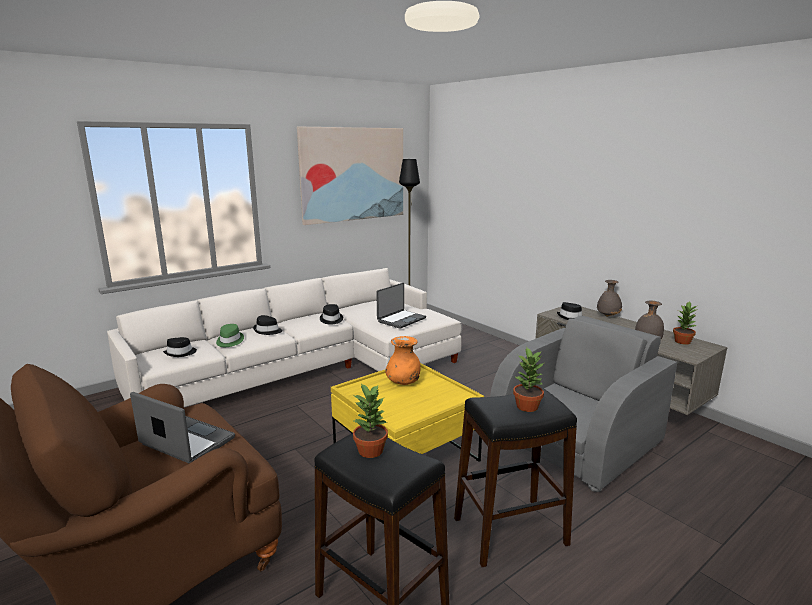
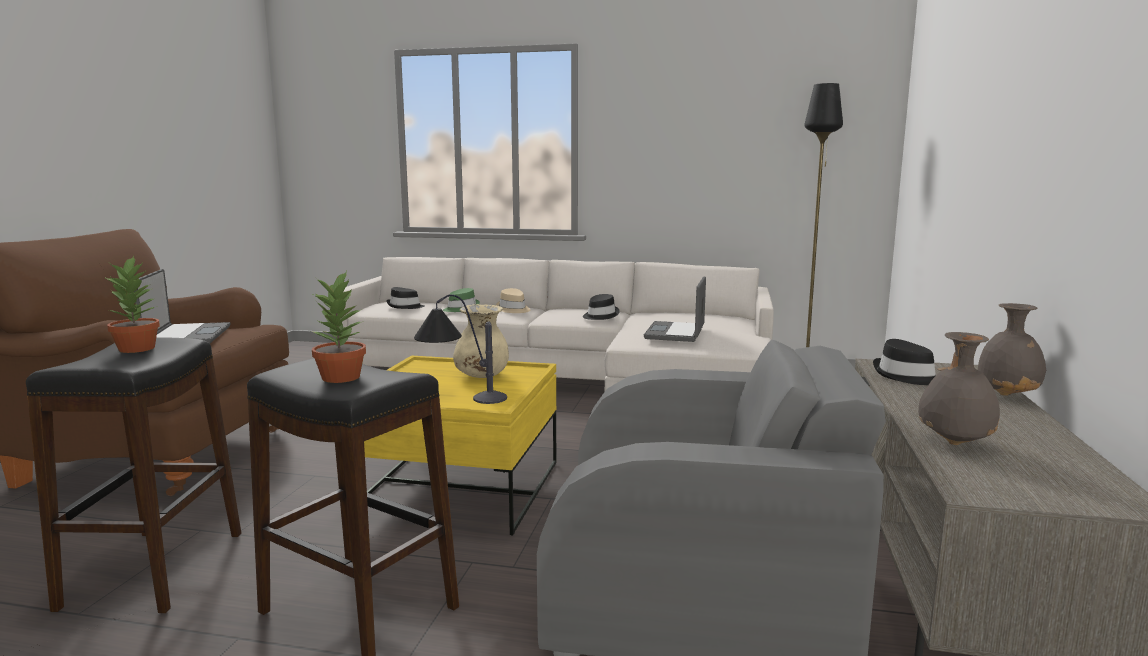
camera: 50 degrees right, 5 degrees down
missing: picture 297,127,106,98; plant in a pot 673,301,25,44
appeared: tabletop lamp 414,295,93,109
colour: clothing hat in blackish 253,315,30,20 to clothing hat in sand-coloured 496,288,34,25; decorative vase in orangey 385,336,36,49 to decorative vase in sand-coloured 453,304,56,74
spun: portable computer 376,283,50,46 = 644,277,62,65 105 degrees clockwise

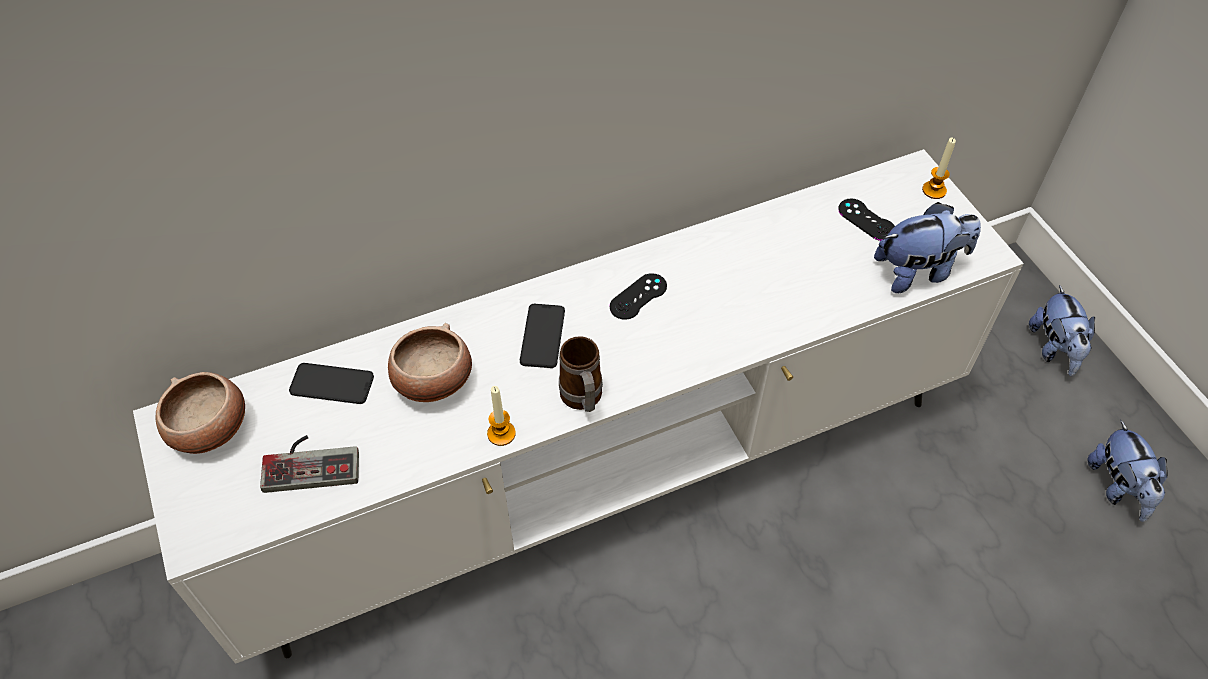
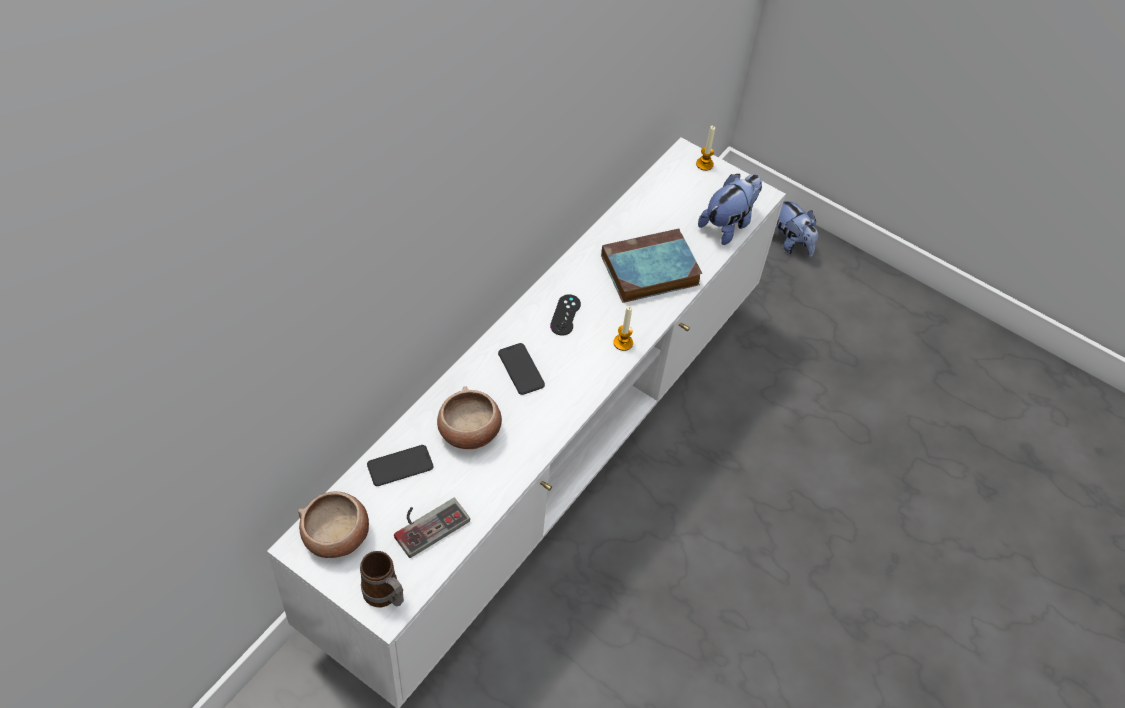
camera: 35 degrees left, 0 degrees up
missing: gamepad in blackish 838,199,57,42; cuddly toy 1087,420,81,102
appeared: book 601,229,101,74
relocated: candle 487,386,29,60 to 613,306,20,45; mug 559,336,44,76 to 360,551,44,56

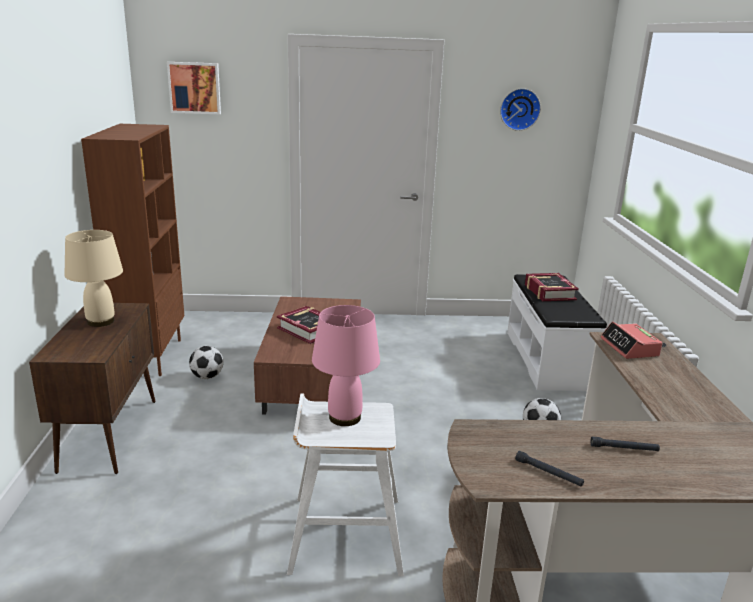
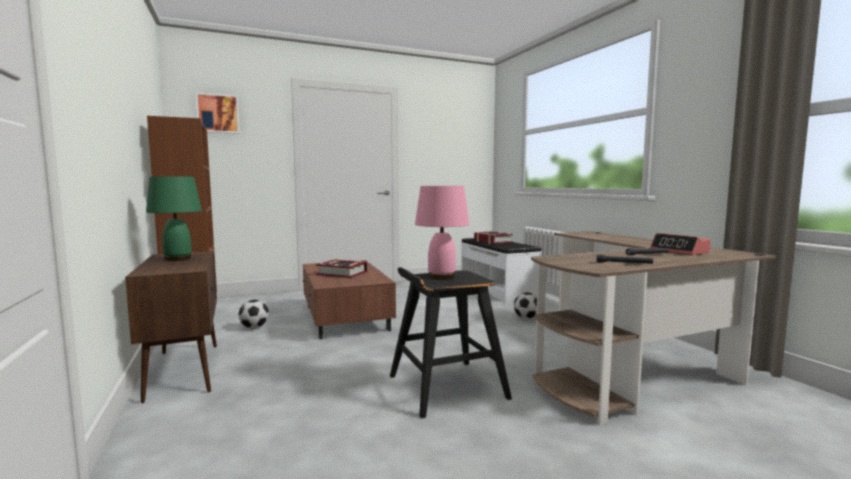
camera: 20 degrees left, 15 degrees down
missing: wall clock 500,88,41,43
relocated: table clock 601,322,62,37 to 650,233,61,22
colour: tabletop lamp in sand-coloured 64,230,59,97 to tabletop lamp in green-coloured 146,176,56,85; stool in white-coloured 287,393,117,183 to stool in blackish 390,267,122,151

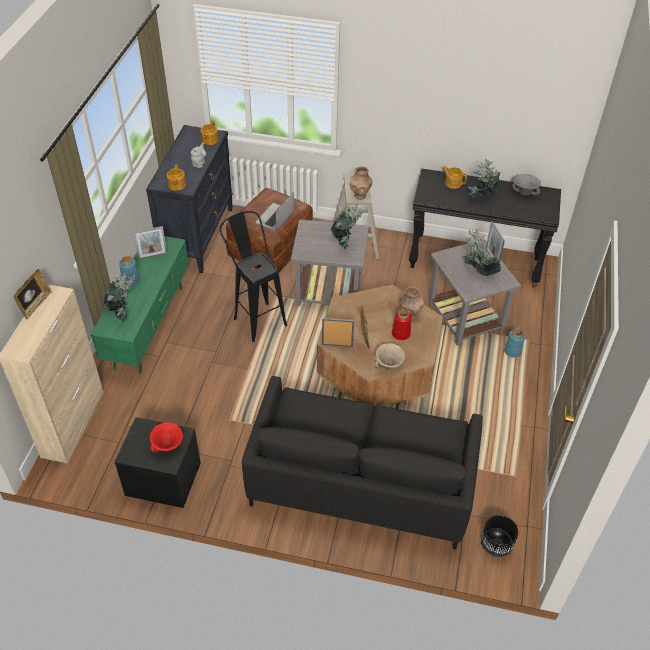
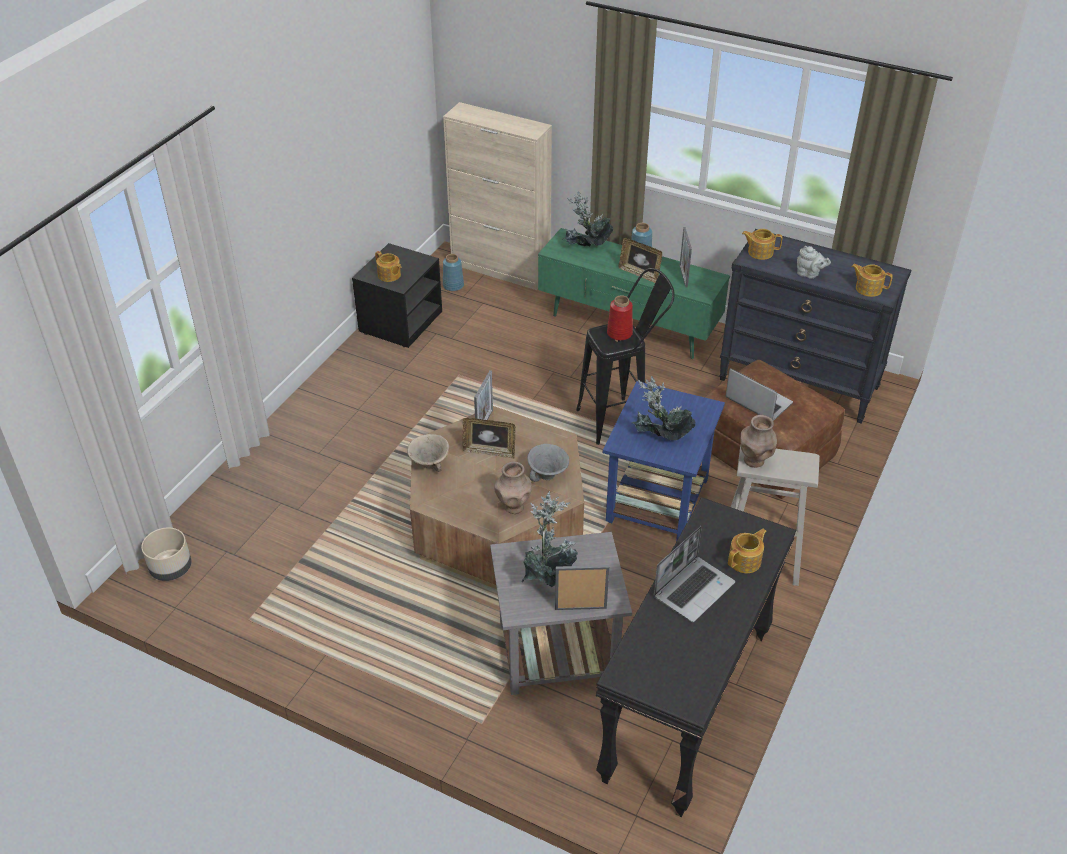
camera: 105 degrees right, 5 degrees down
missing: couch in blackish 242,376,241,174
relocated: photo frame 13,269,39,51 to 618,238,44,45; decorative vase in red-coloured 392,309,19,31 to 607,295,26,45; decorative vase in bluish 504,328,21,30 to 443,254,21,37; deep dish in grey 512,174,29,21 to 527,444,42,38
exchanged: deep dish in red-coloured 150,422,33,31 to teapot 375,251,26,31; plant in a pot 467,158,33,40 to portable computer 654,526,81,96
colour: end table in grey 291,219,78,87 to end table in bluish 603,381,122,160; flower pot in blackish 481,515,37,42 to flower pot in sand-coloured 141,527,51,54

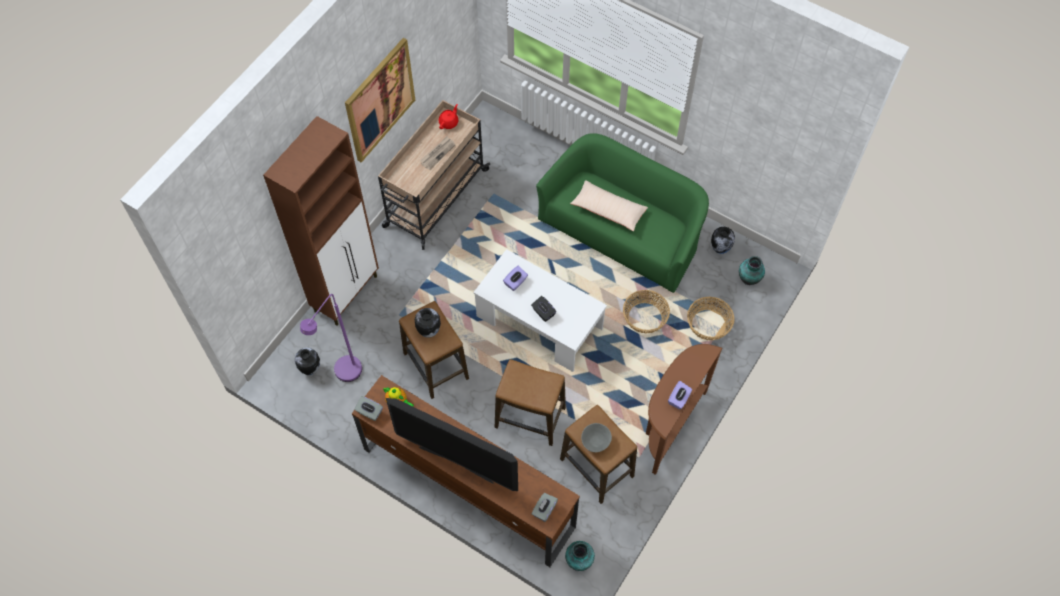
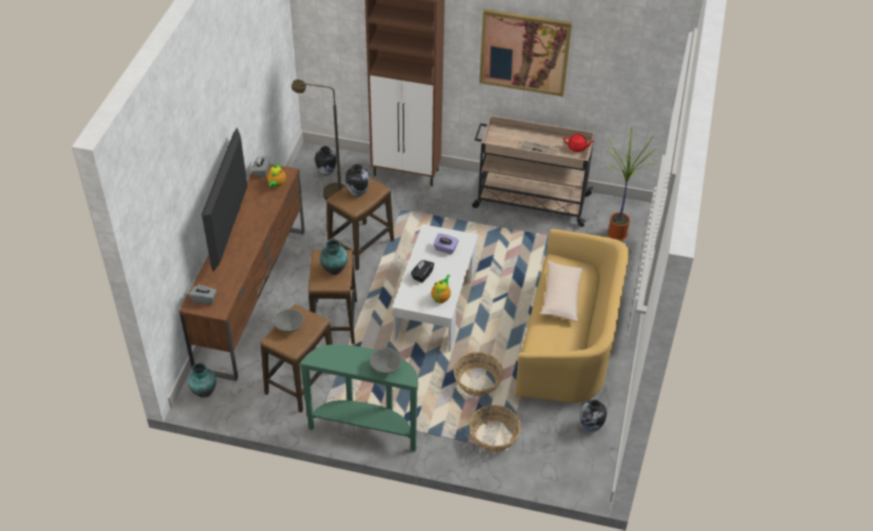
camera: 70 degrees right, 15 degrees down
missing: tissue holder in purple 668,381,24,29
appeared: deep dish in grey 370,348,31,26; teapot 431,274,20,29; plant in a pot 605,128,52,113
relocated: decorative vase 739,256,26,29 to 320,239,28,36
colour: standing lamp in purple 300,294,62,88 to standing lamp in brown 291,80,54,120; couch in green-coloured 536,133,173,160 to couch in yellow 515,229,114,175; hall table in brown 646,344,77,131 to hall table in green-coloured 299,344,119,108

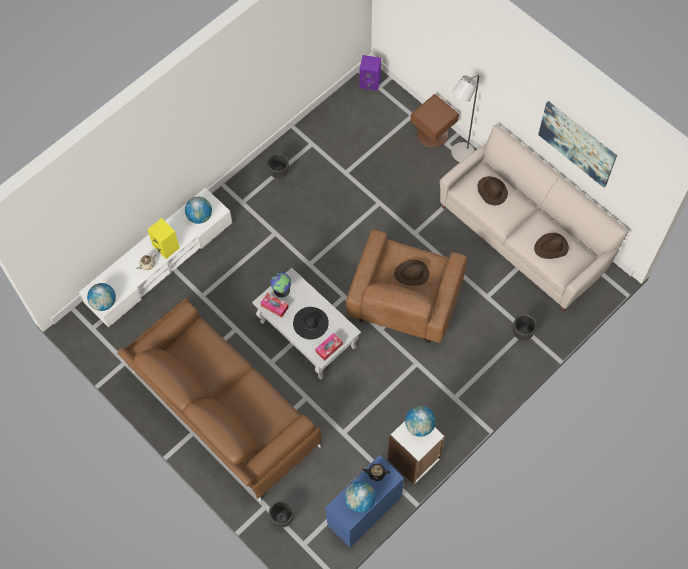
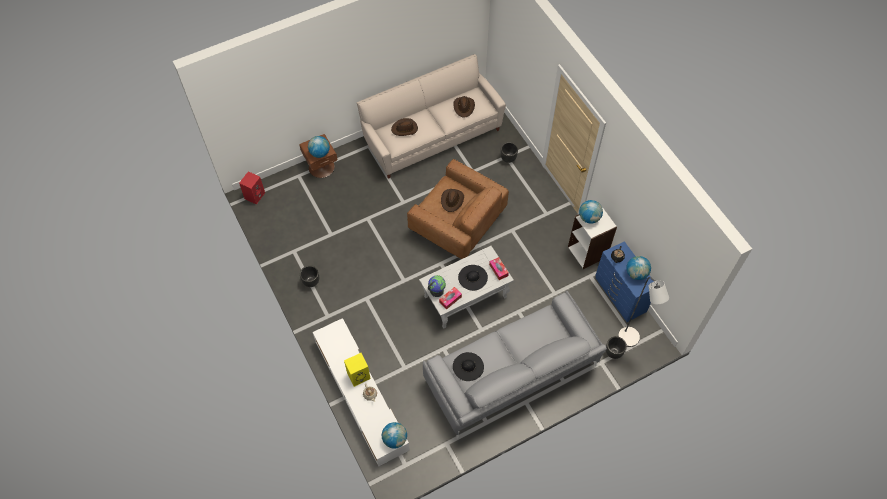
camera: 75 degrees left, 5 degrees down
missing: picture 538,101,79,87
appeared: clothing hat in blackish 453,352,31,29
relocated: globe 185,197,27,27 to 308,136,22,22; standing lamp in grey 451,74,28,89 to 618,277,51,70
colour: couch in brown 117,298,205,203 to couch in grey 423,290,184,149; audio speaker in purple 359,55,22,36 to audio speaker in red-coloured 239,171,26,34

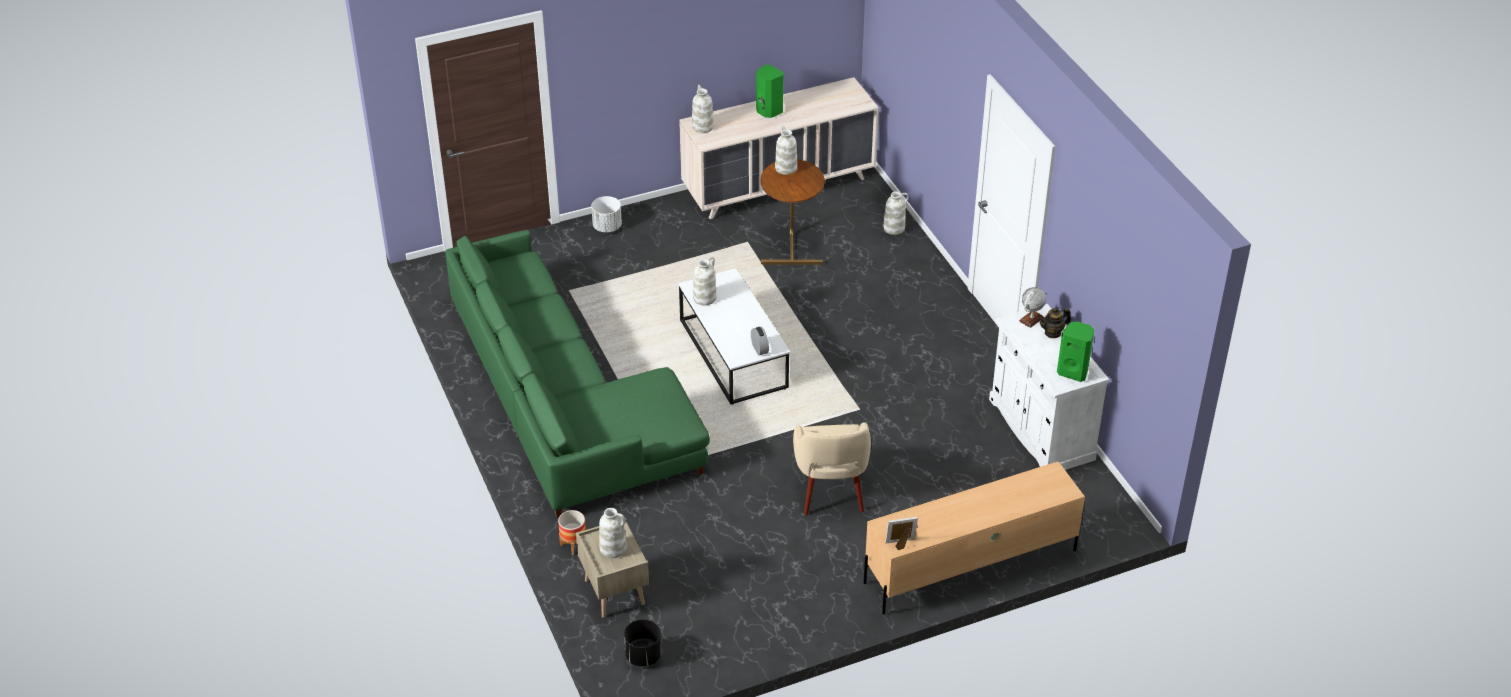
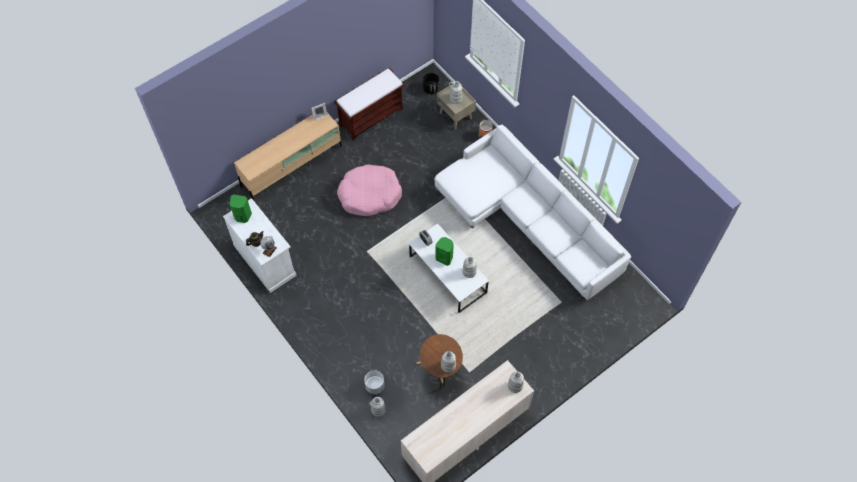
camera: 165 degrees right, 20 degrees up
appeared: long seat in brown 334,68,71,72
relocated: flower pot in white-coloured 591,196,31,36 to 364,370,21,24; audio speaker in green-coloured 756,65,27,53 to 435,237,19,29
exchanged: lounge chair in sand-coloured 793,422,78,93 to pet bed in pink 337,164,65,52
colour: couch in green-coloured 445,230,265,288 to couch in white-coloured 434,125,197,176

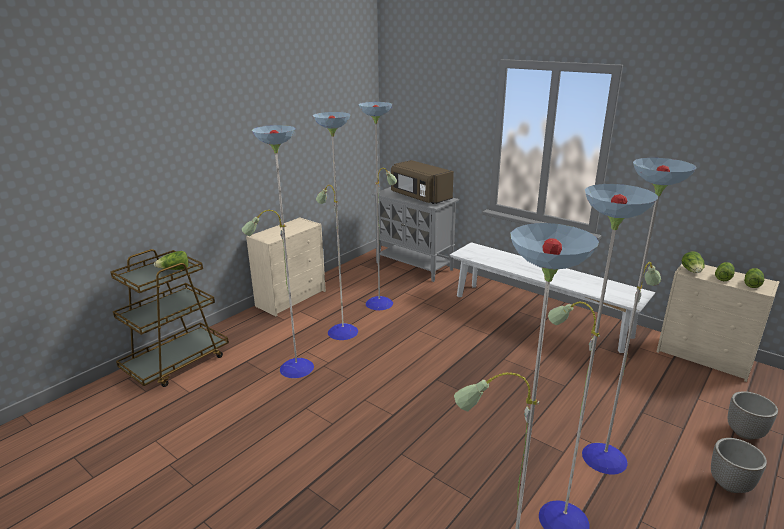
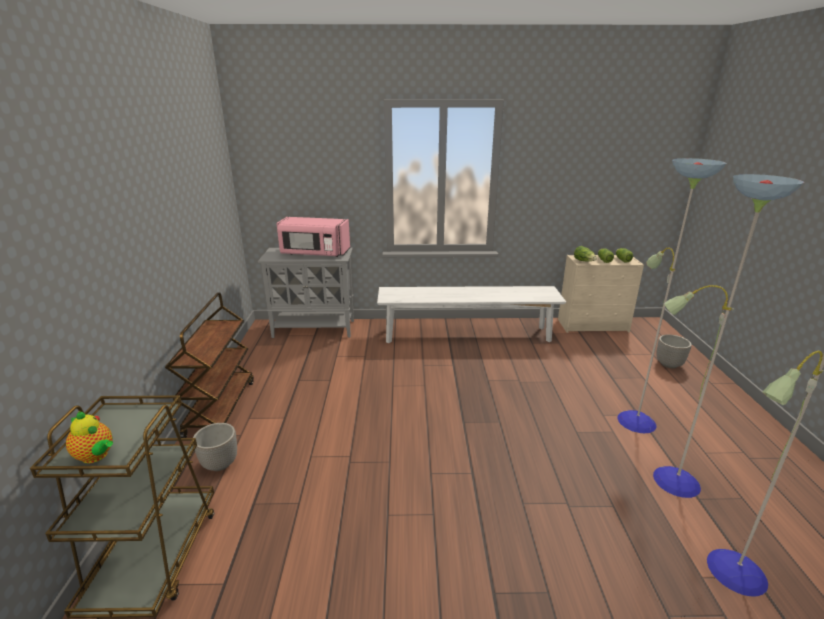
camera: 40 degrees left, 0 degrees up
missing: head of lettuce 154,251,35,19; standing lamp 242,102,155,276
appeared: teapot 66,411,47,52
relocated: flower pot 711,438,56,55 to 193,423,44,48
exchanged: dresser in sand-coloured 246,217,80,99 to cart in brown 165,292,89,146
colour: microwave in brown 391,160,63,44 to microwave in pink 276,217,74,40

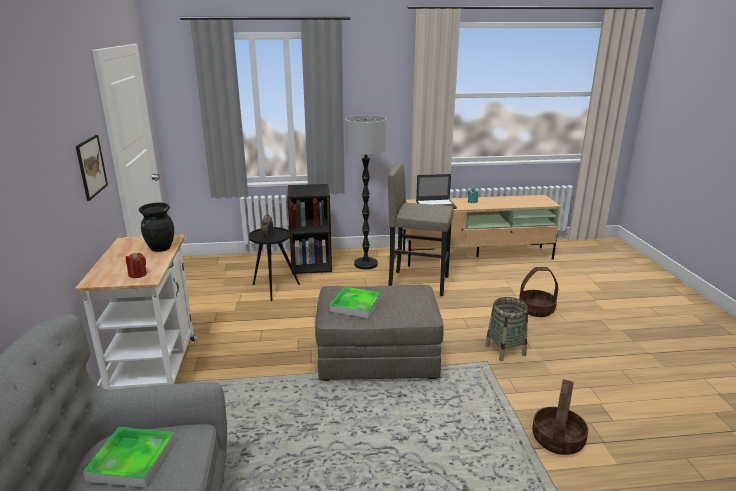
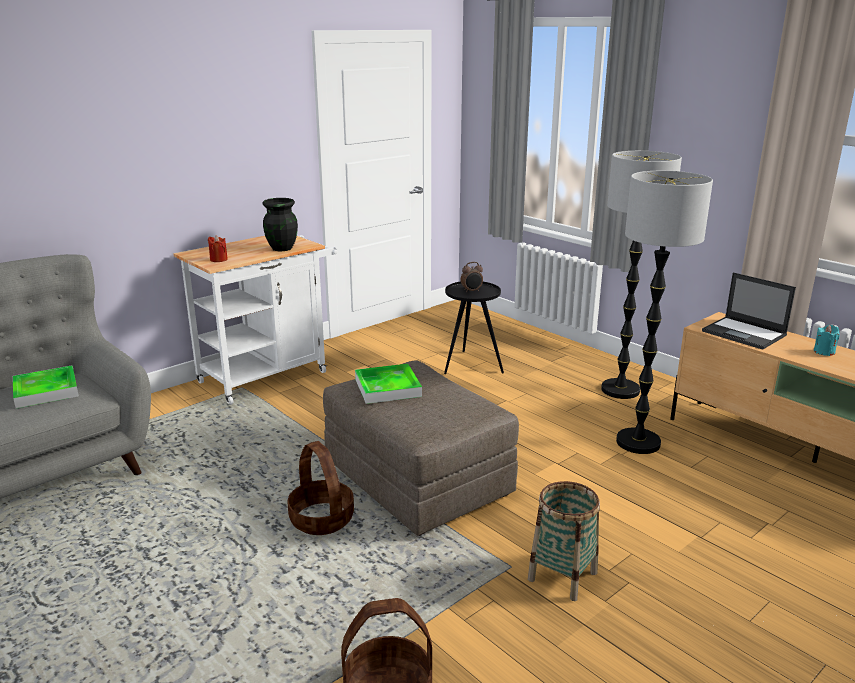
camera: 55 degrees right, 0 degrees up
missing: picture 76,135,32,66; bookcase in blackish 287,184,45,90
relocated: household basket 519,267,39,50 to 287,441,67,94
exchanged: stool in grey 388,163,66,133 to standing lamp 616,171,97,283

